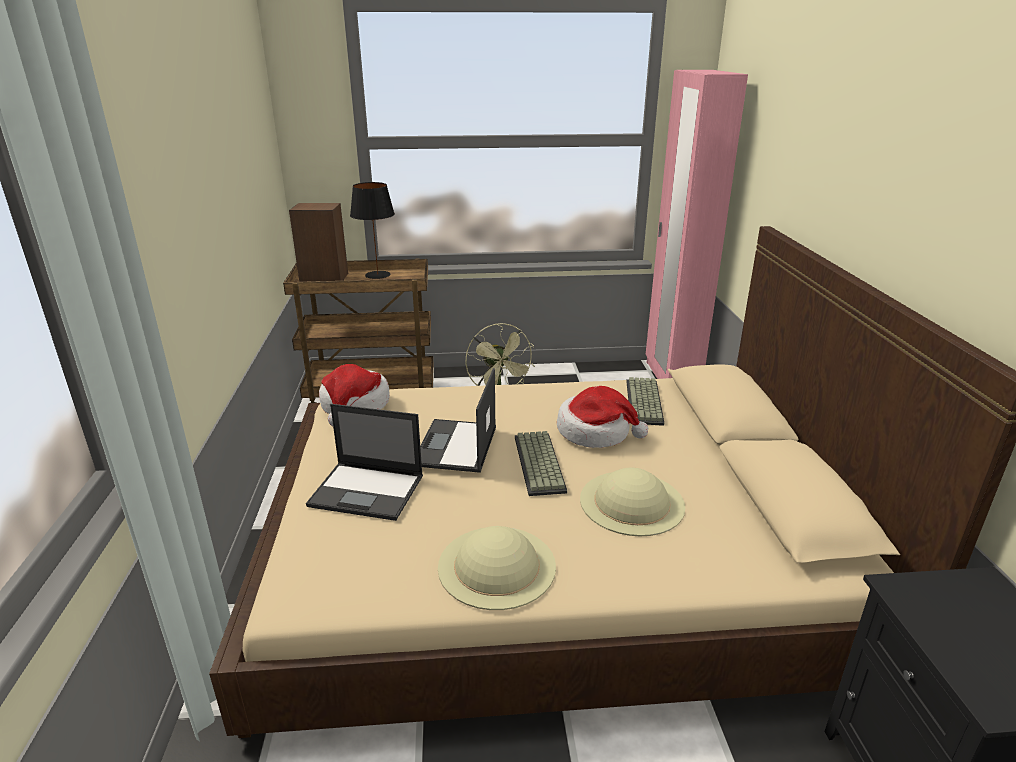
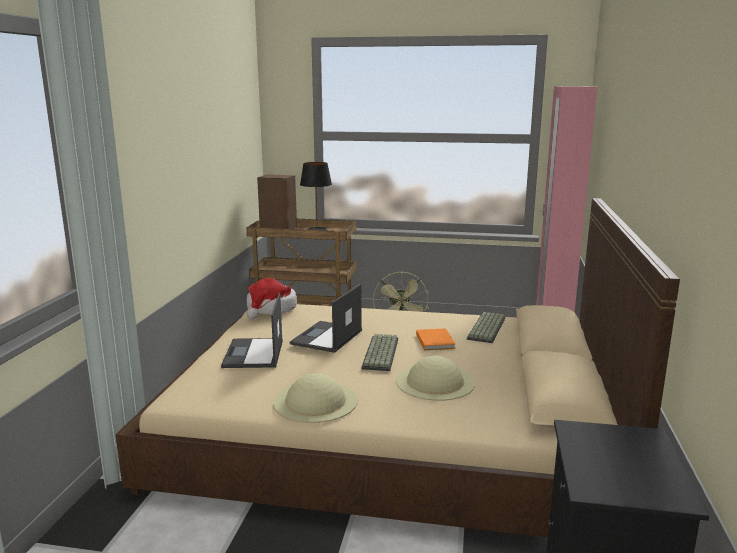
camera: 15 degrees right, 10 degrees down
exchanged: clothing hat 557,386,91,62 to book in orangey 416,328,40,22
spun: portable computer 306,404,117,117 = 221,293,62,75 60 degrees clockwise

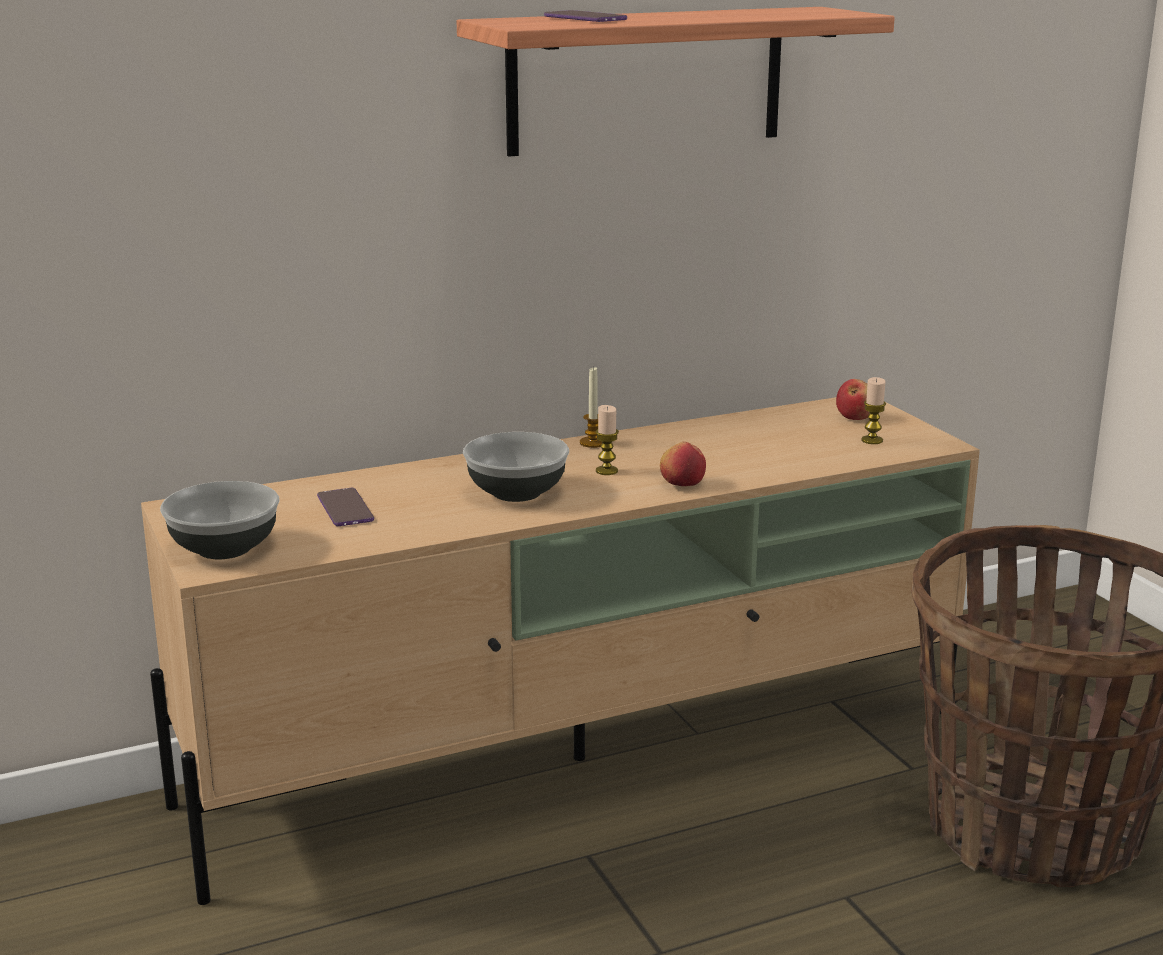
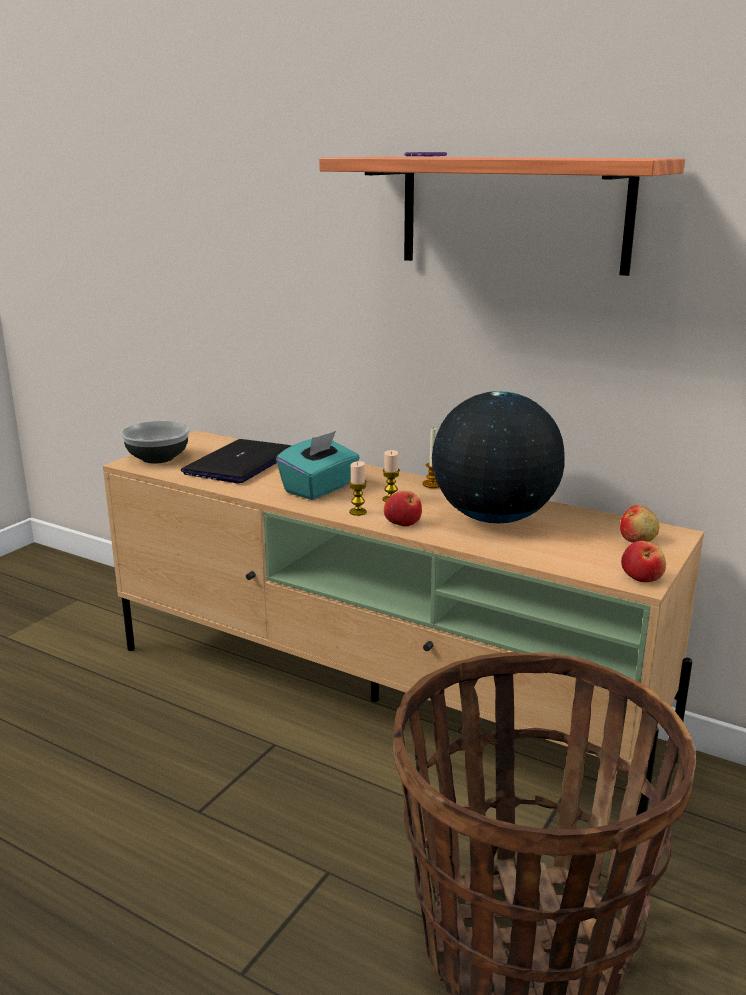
camera: 55 degrees right, 0 degrees up
appeared: globe 432,391,133,132; apple fruit 621,541,45,41
relocated: candle 861,377,25,67 to 349,461,18,55
exchanged: telephone 317,488,57,38 to portable computer 181,439,110,45; deep dish 463,432,106,70 to tissue holder in turquoise 276,431,84,69

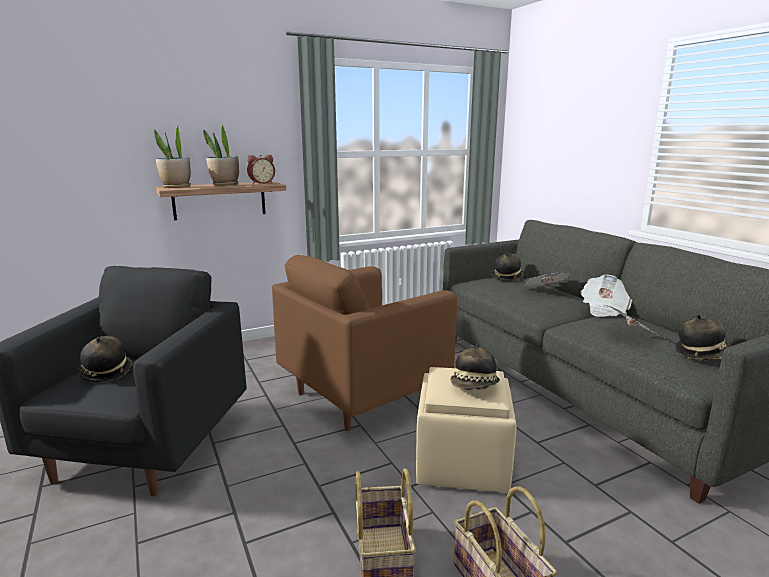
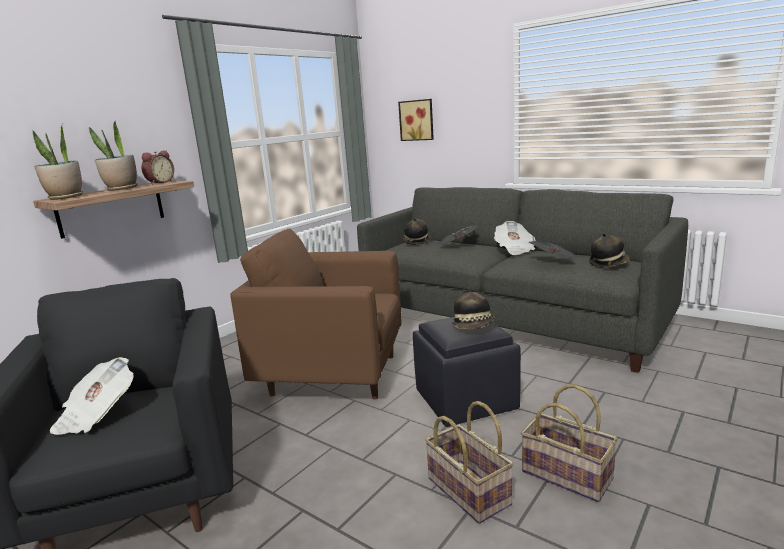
camera: 25 degrees left, 0 degrees up
appeared: picture 398,99,36,42
exchanged: clothing hat 78,336,54,47 to newspaper 50,357,84,78
colour: ottoman in sand-coloured 416,367,100,126 to ottoman in blackish 413,317,108,110
spun: lounge chair in brown 272,255,185,176 = 230,228,172,171 75 degrees clockwise

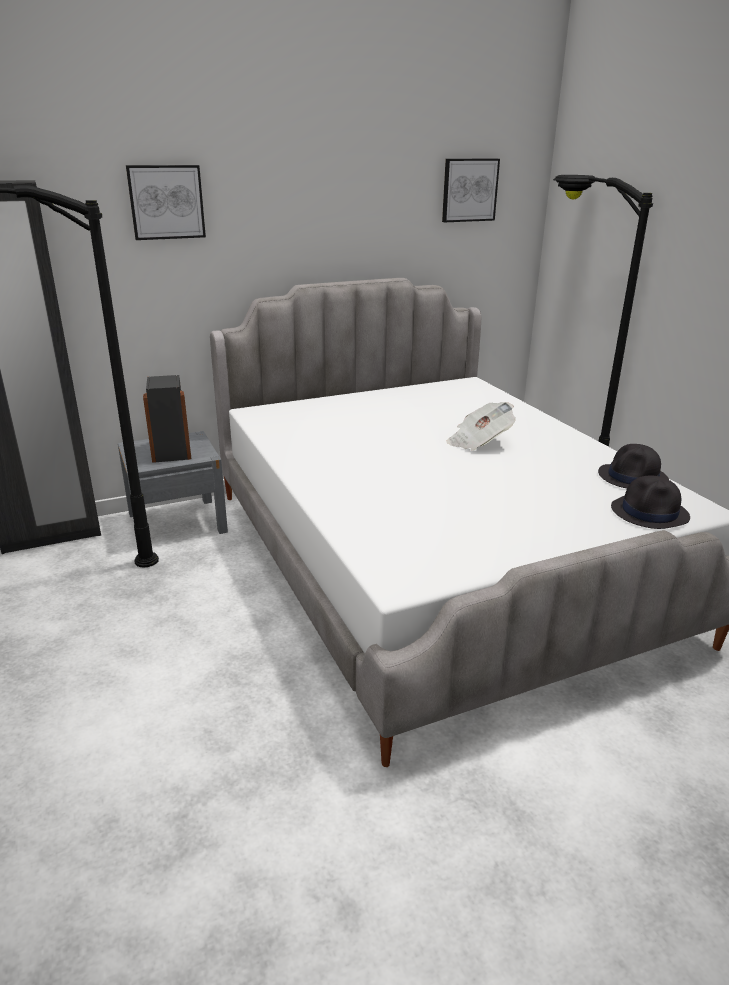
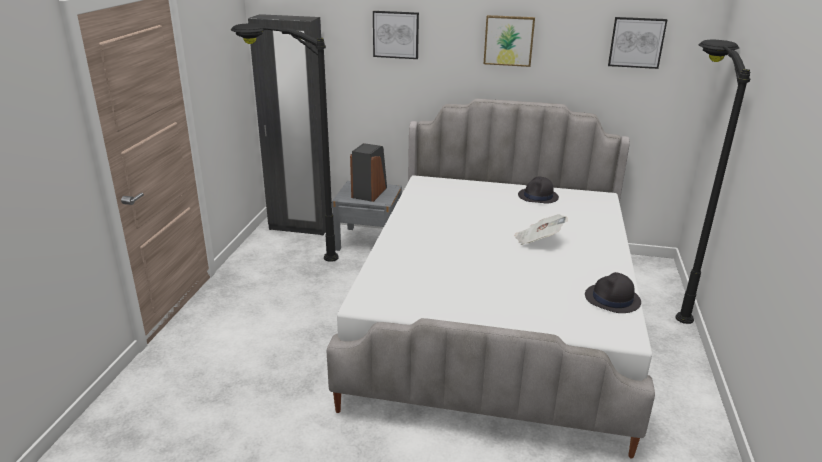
camera: 35 degrees right, 0 degrees up
appeared: picture 484,15,51,52
relocated: clothing hat in blackish 611,476,79,53 to 518,177,41,27

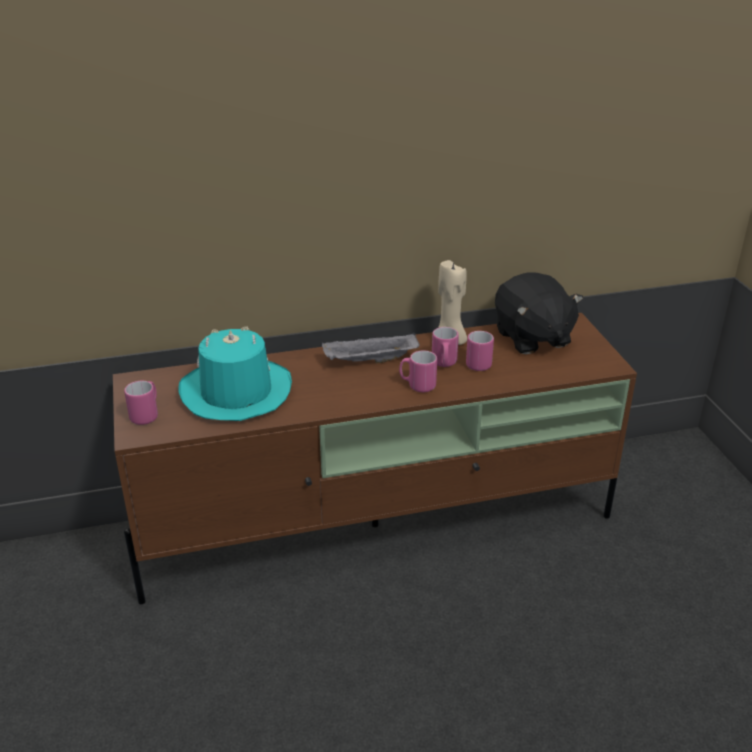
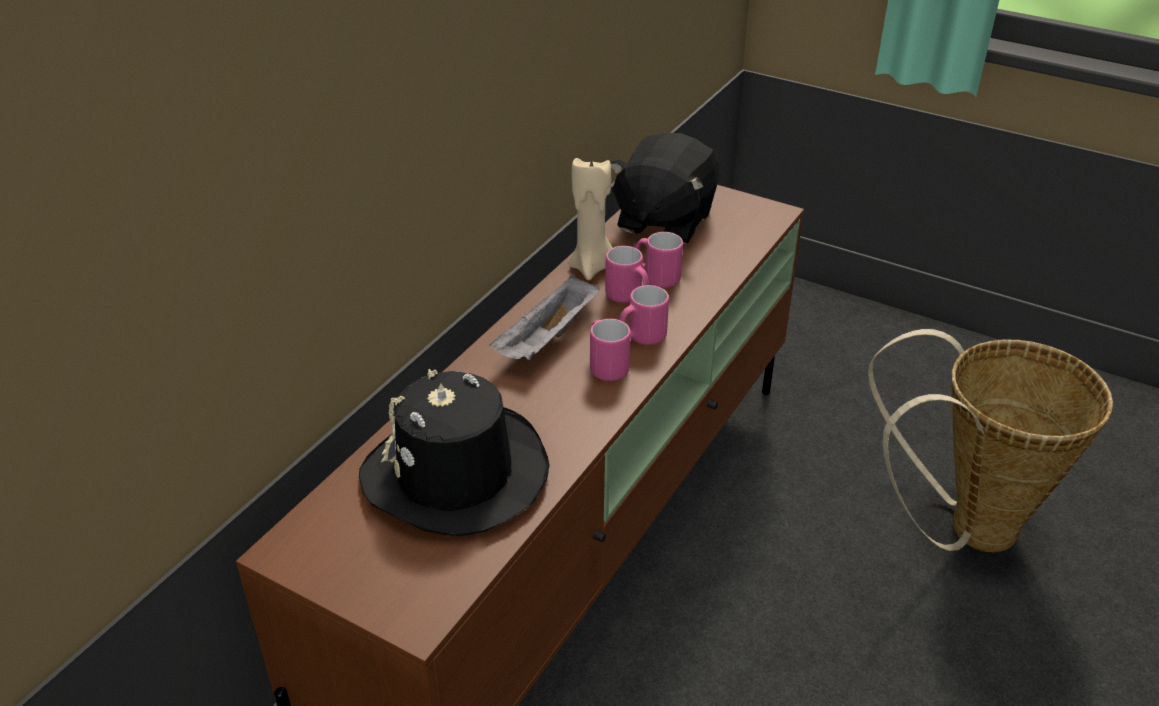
camera: 45 degrees left, 5 degrees up
appeared: household basket 868,329,245,223
relocated: mug in pink 124,381,34,44 to 590,319,41,62
colour: clothing hat in turquoise 179,326,113,95 to clothing hat in blackish 359,369,190,167
spun: cuddly toy in blackish 495,273,88,82 = 610,133,109,111 90 degrees clockwise

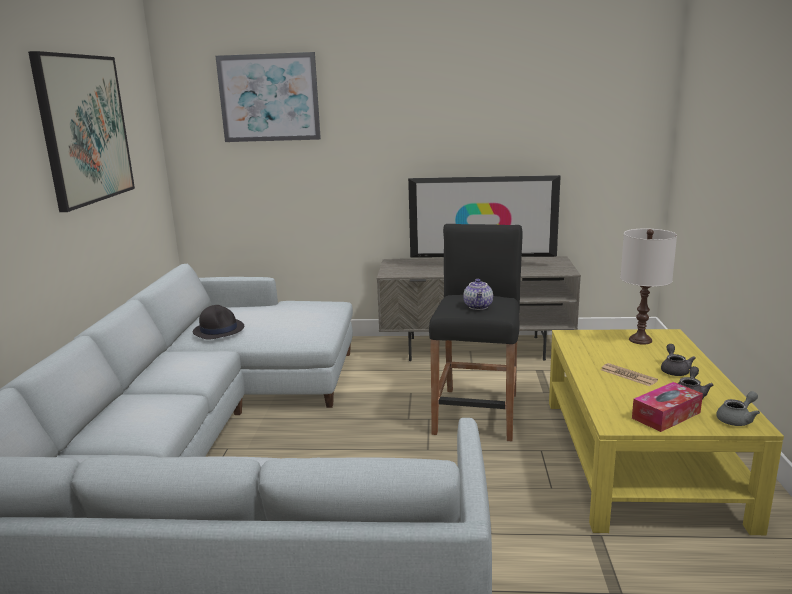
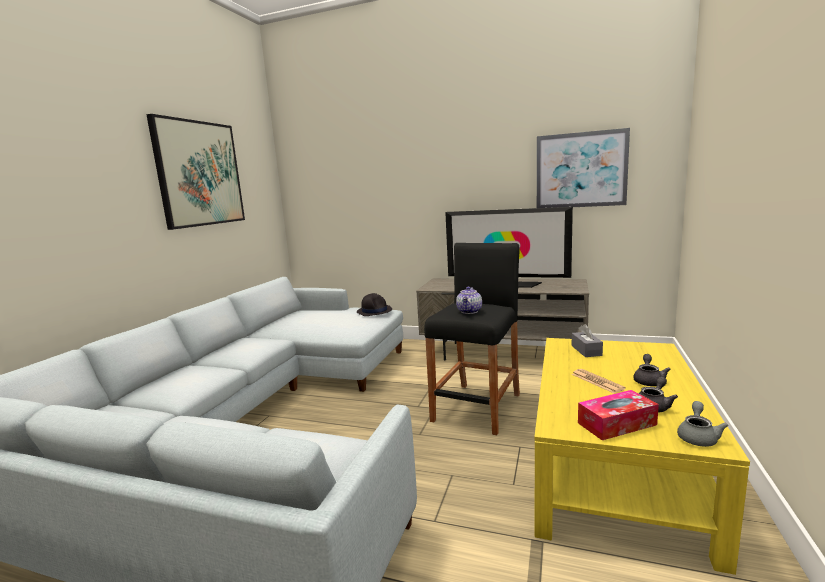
camera: 15 degrees right, 5 degrees down
missing: tabletop lamp in white-coloured 620,229,57,116
appeared: tissue holder in grey 572,324,31,33
relocated: clothing hat in blackish 193,305,51,35 to 357,293,35,23; picture 216,52,105,90 to 537,128,93,80
spun: teapot in grey 716,391,44,35 = 677,401,52,46 45 degrees counterclockwise

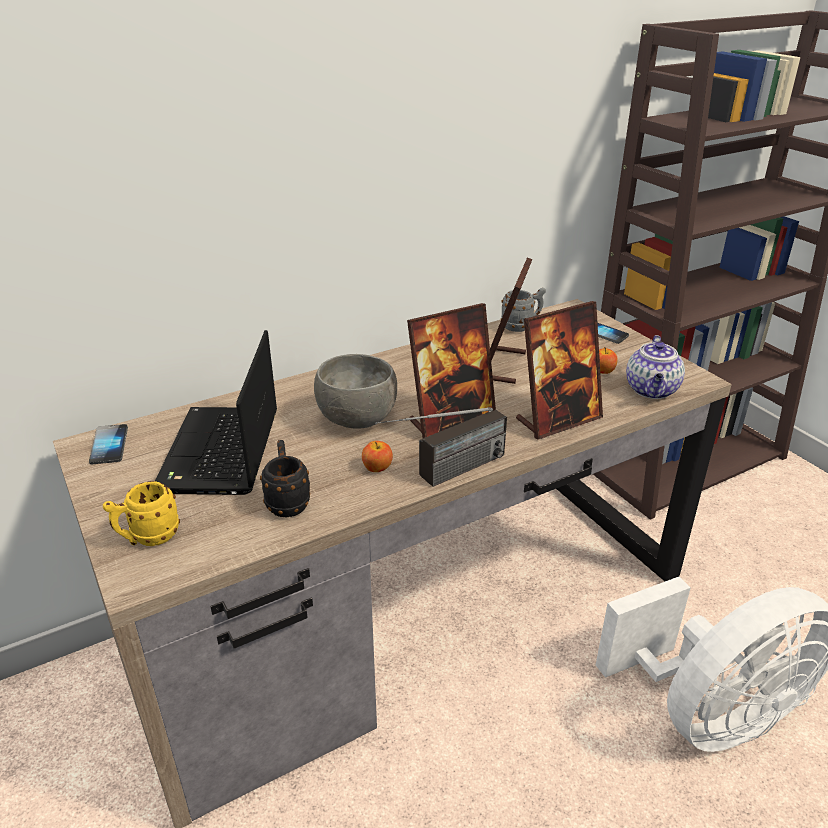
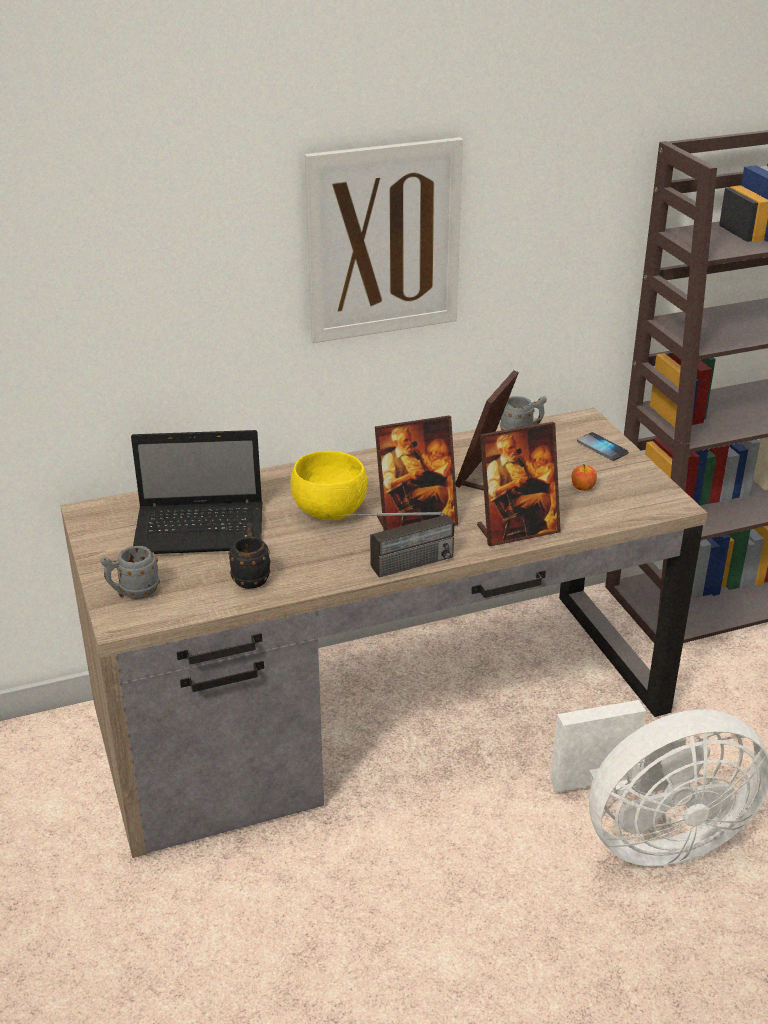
camera: 10 degrees right, 0 degrees up
missing: telephone 89,424,39,40; apple fruit 362,441,31,31; teapot 626,335,59,64
appeared: picture 305,137,158,206
colour: mug in yellow 103,481,77,65 to mug in grey 100,546,60,53; deep dish in grey 314,354,83,75 to deep dish in yellow 290,451,77,69
spun: portable computer 155,330,122,165 = 131,430,131,124 105 degrees counterclockwise

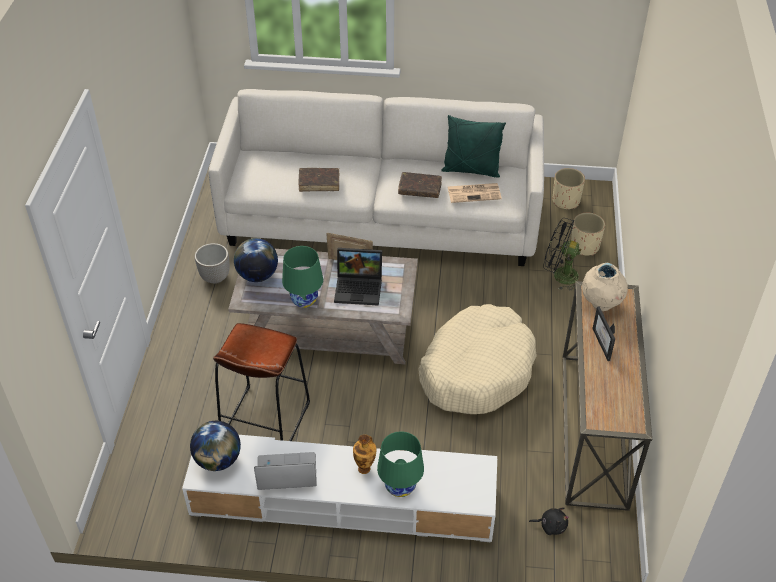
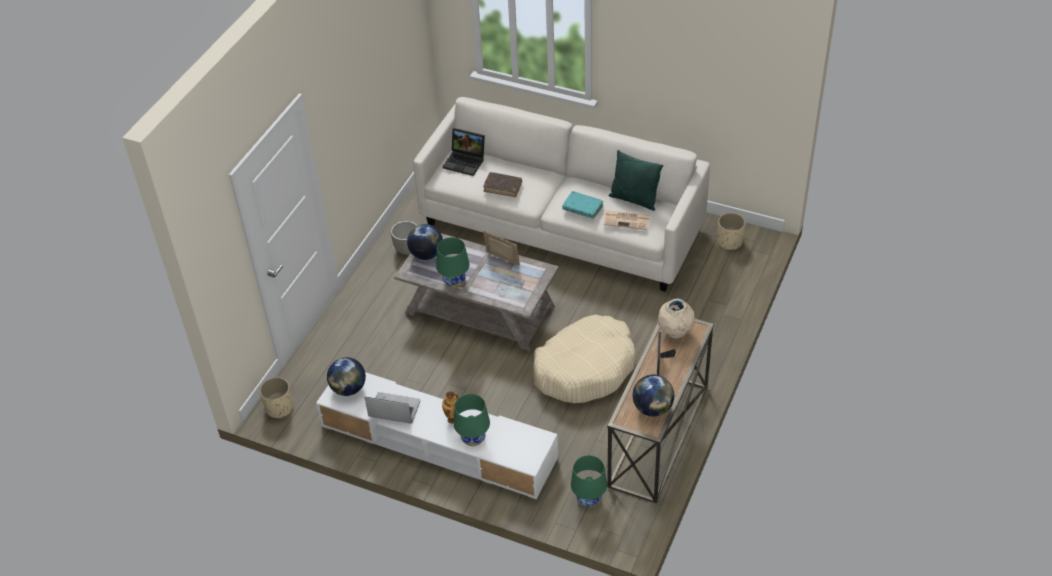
camera: 20 degrees right, 0 degrees up
missing: stool in brown 213,323,97,118; electric fan in blackish 543,218,38,73
appeared: globe 633,375,41,41
relocated: portable computer 334,248,48,58 to 442,128,43,48; flower pot in sand-coloured 571,213,34,43 to 259,377,34,42
exchanged: cuddly toy in blackish 529,507,40,28 to tabletop lamp in green-coloured 571,455,36,52
colour: book in brown 398,172,44,26 to book in turquoise 562,191,41,28

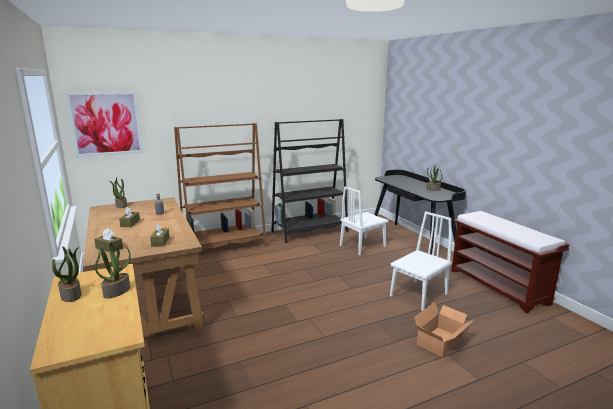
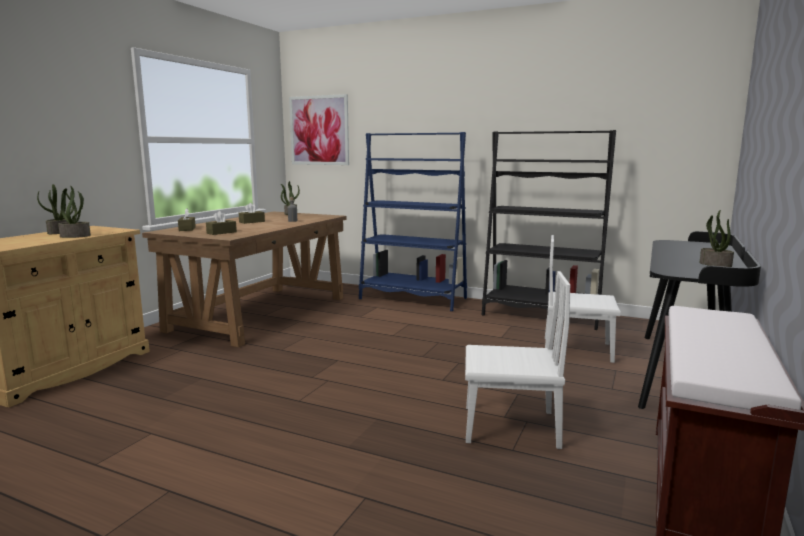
camera: 50 degrees right, 5 degrees down
missing: carton 414,302,60,55
colour: bookcase in brown 174,123,93,125 to bookcase in bluish 359,132,108,179

